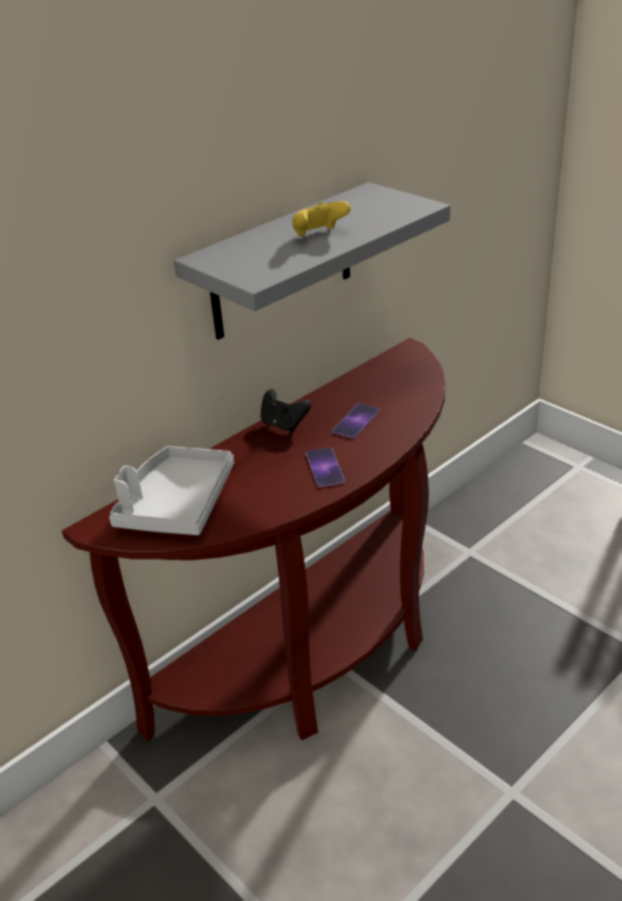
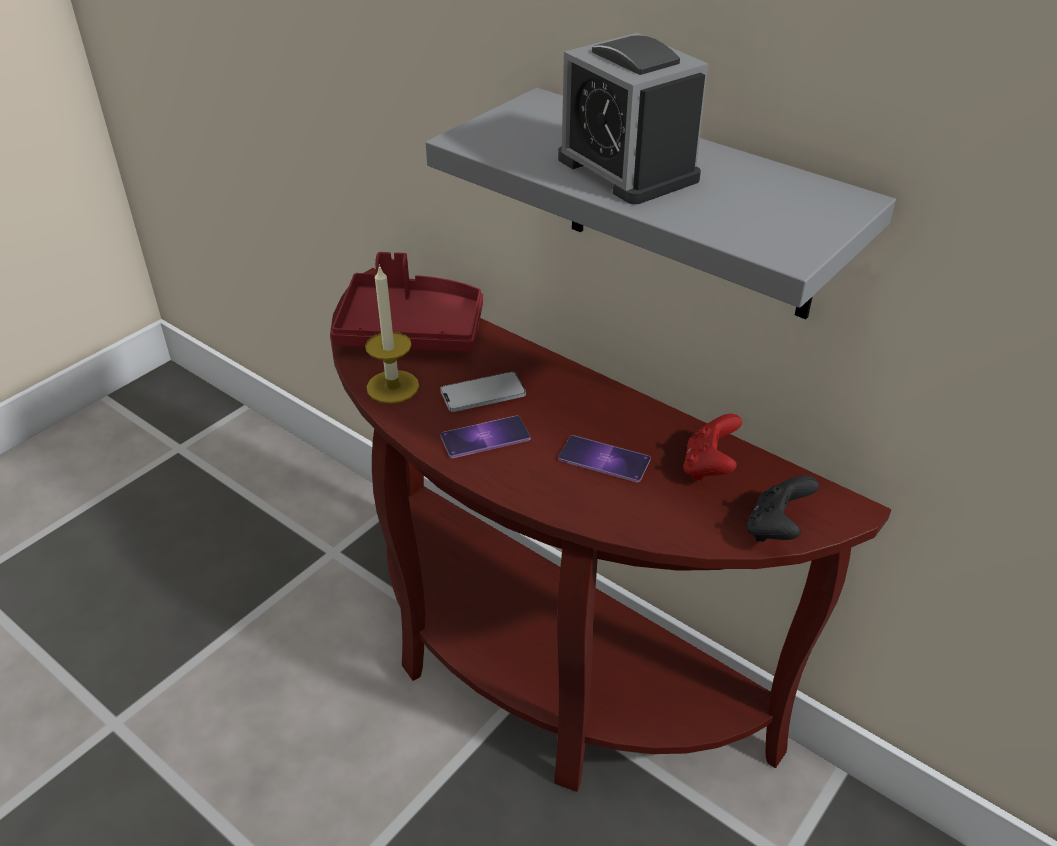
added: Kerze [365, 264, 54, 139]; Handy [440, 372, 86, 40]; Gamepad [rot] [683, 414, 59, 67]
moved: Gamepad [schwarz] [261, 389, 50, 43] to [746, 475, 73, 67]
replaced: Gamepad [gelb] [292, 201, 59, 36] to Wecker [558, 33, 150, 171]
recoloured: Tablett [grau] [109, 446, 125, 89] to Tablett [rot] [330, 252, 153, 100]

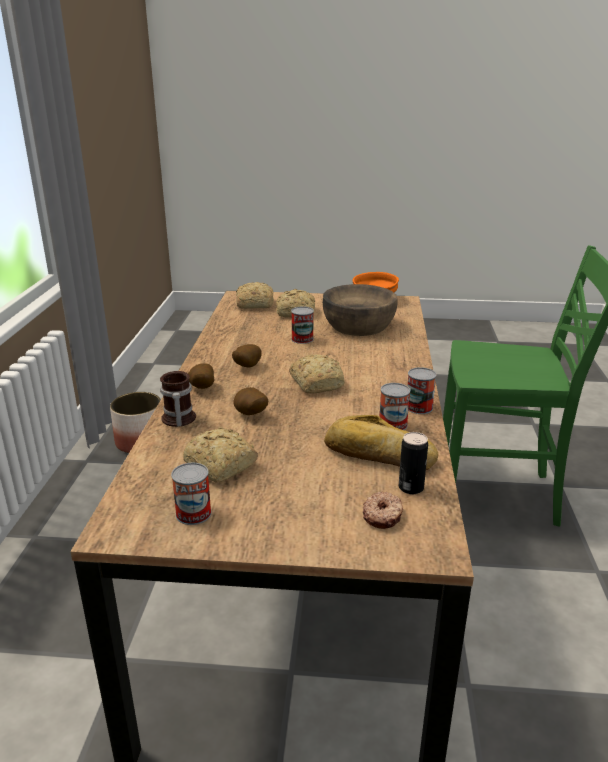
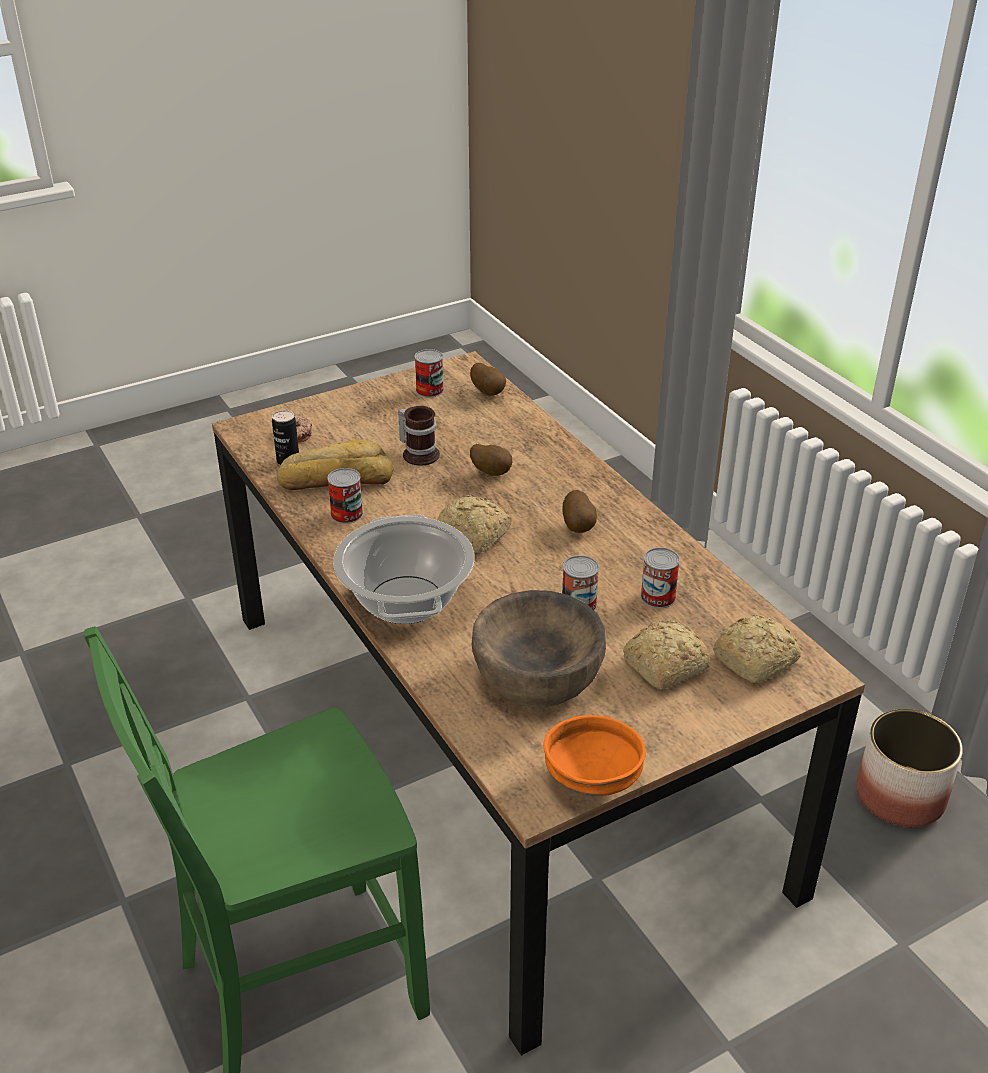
removed: Brot [183, 427, 75, 55]
added: Kochtopf [333, 515, 142, 109]
moved: Henkelbecher [160, 371, 36, 56] to [398, 406, 42, 59]; Kartoffel [188, 363, 26, 26] to [470, 363, 36, 33]; Dose [408, 367, 29, 47] to [640, 547, 40, 61]

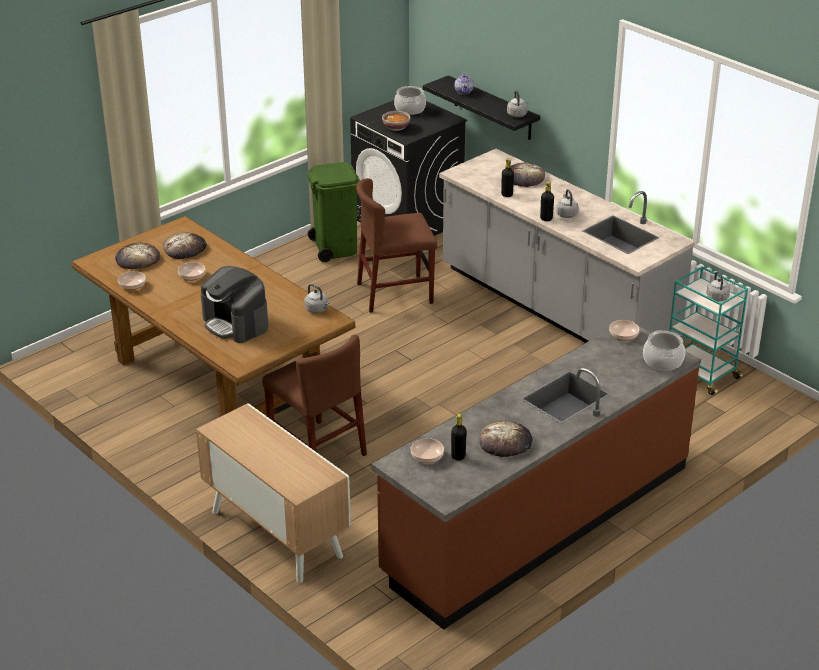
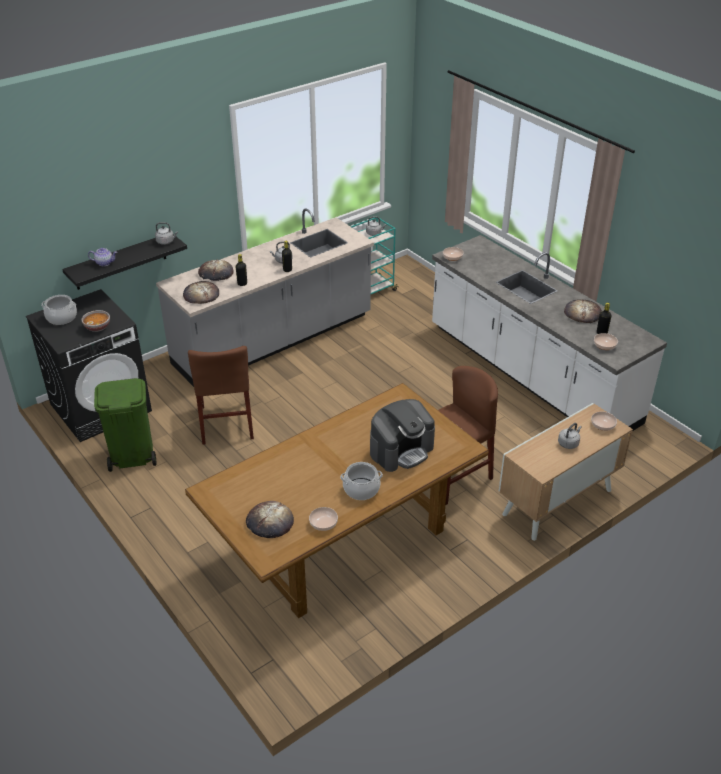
moved: Brot [163, 232, 44, 27] to [183, 281, 36, 23]; Schüssel [178, 262, 28, 19] to [591, 412, 26, 19]; Wasserkessel [grau] [304, 284, 25, 29] to [558, 423, 24, 26]; Kochtopf [643, 330, 42, 41] to [340, 462, 43, 38]
recoloured: Küchenzeile [braun] [371, 327, 330, 303] to Küchenzeile [weiß] [432, 235, 235, 196]

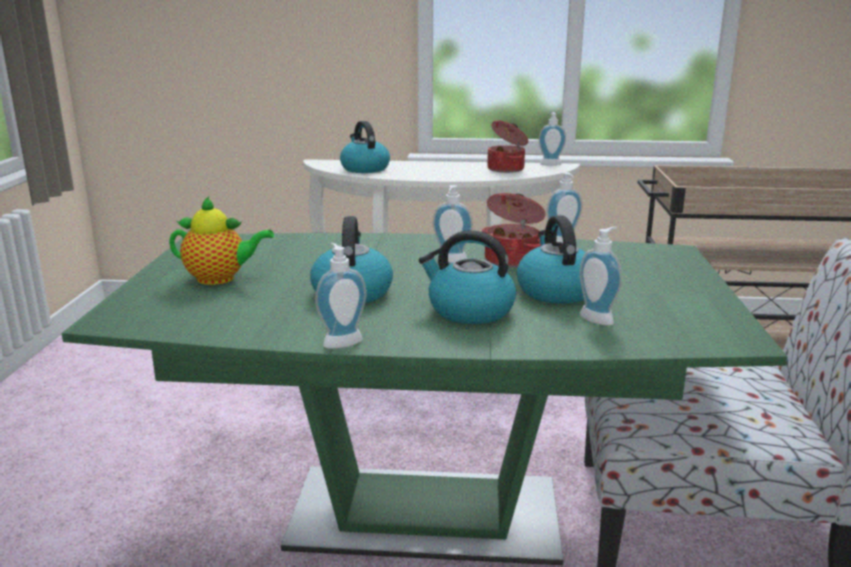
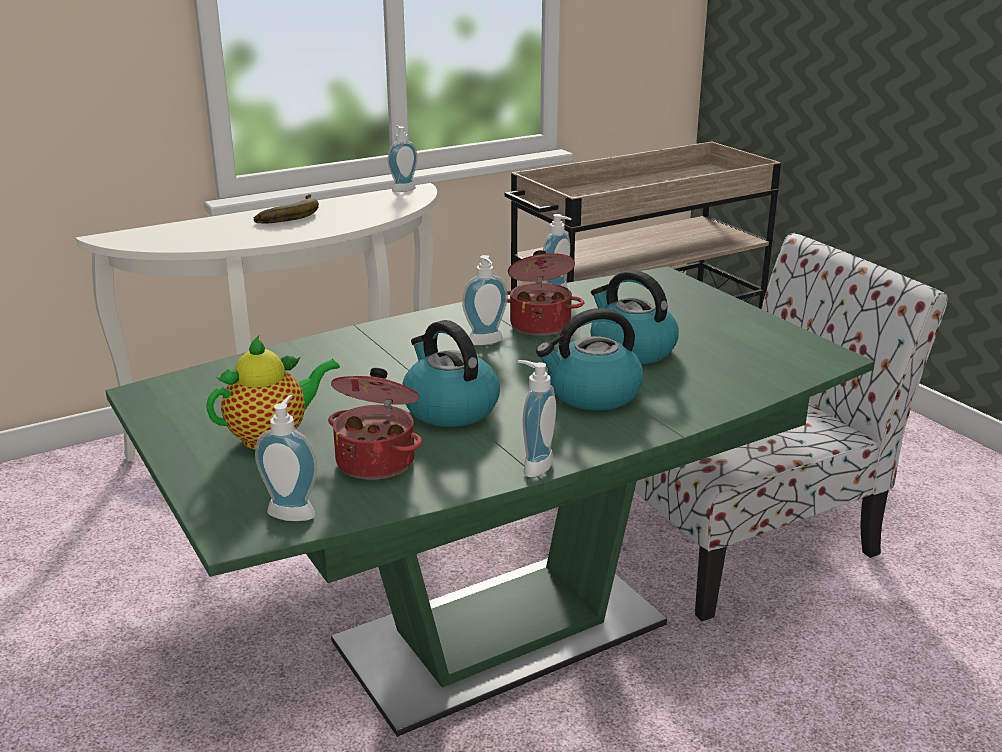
removed: Wasserkessel [340, 121, 50, 52]
added: Banane [253, 194, 66, 30]
moved: Kochtopf [487, 120, 41, 53] to [328, 368, 94, 112]; Seifenspender [580, 227, 42, 99] to [255, 395, 62, 126]

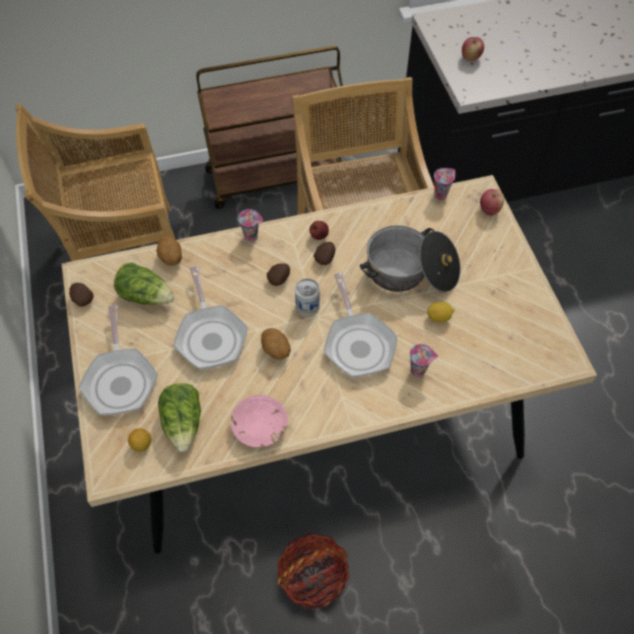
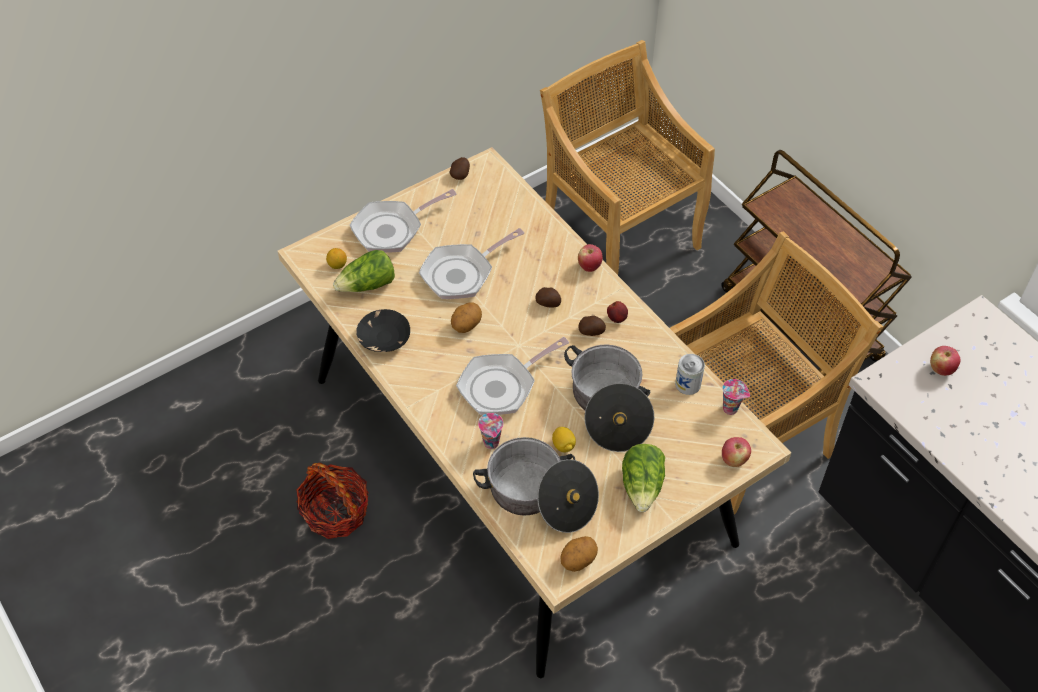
added: Kochtopf [473, 437, 126, 96]
moved: Salatkopf [114, 262, 60, 43] to [622, 444, 43, 68]; Kartoffel [157, 236, 25, 30] to [561, 536, 37, 36]; Dose [295, 279, 25, 38] to [675, 354, 30, 41]
replaced: Tasse [238, 209, 25, 33] to Apfel [578, 244, 25, 28]
recoloured: Schüssel [rosa] [231, 395, 57, 53] to Schüssel [schwarz] [356, 309, 54, 43]

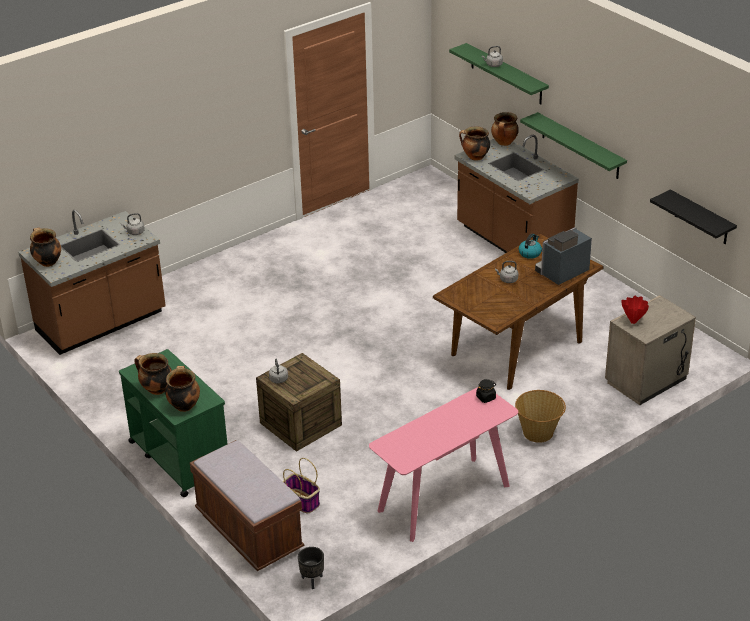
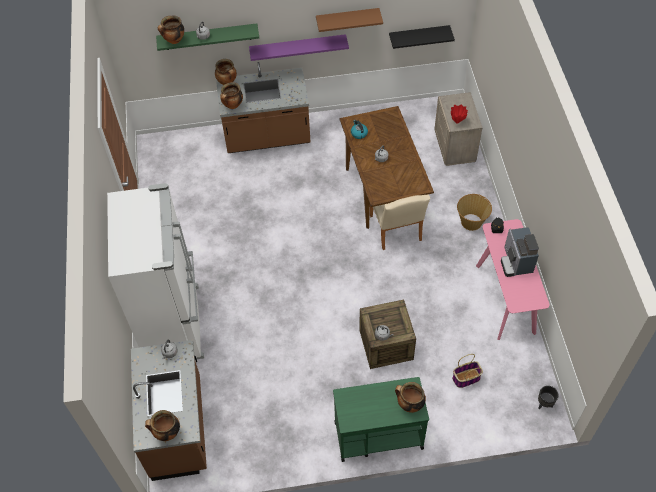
removed: Bank [braun] [190, 440, 114, 131]
added: Kühlschrank [weiß] [107, 183, 97, 176]; Wandregal [braun] [316, 8, 67, 24]; Stuhl [beige] [370, 194, 60, 56]
moved: Kochtopf [134, 353, 38, 42] to [158, 16, 26, 28]; Kaffeemaschine [535, 227, 57, 58] to [501, 227, 38, 50]
recoloured: Wandregal [grün] [520, 112, 107, 67] to Wandregal [lila] [249, 34, 100, 27]

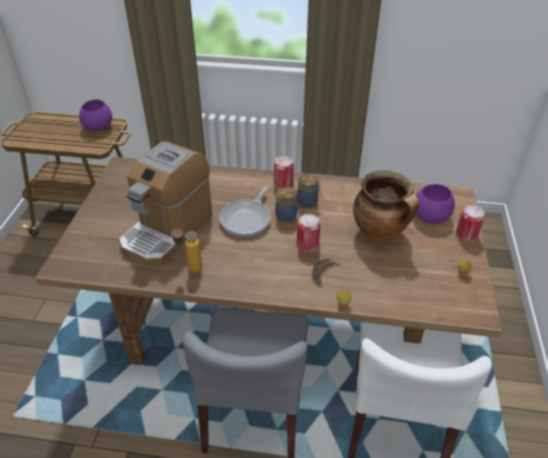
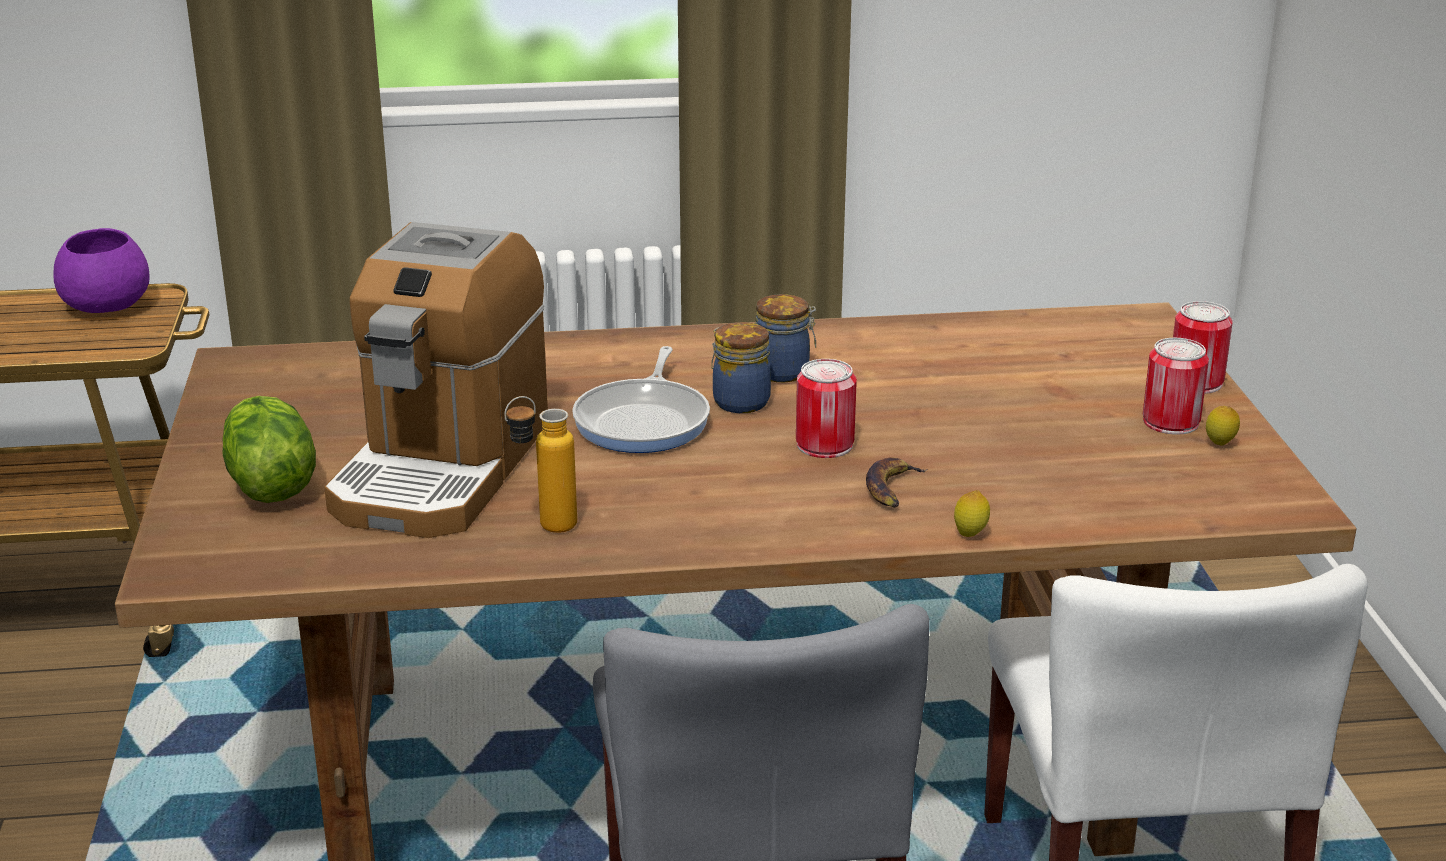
removed: Kochtopf [353, 170, 67, 72]; Schüssel [lila] [415, 184, 40, 40]
added: Salatkopf [222, 396, 94, 107]
moved: Dose [274, 156, 20, 33] to [1143, 338, 66, 97]

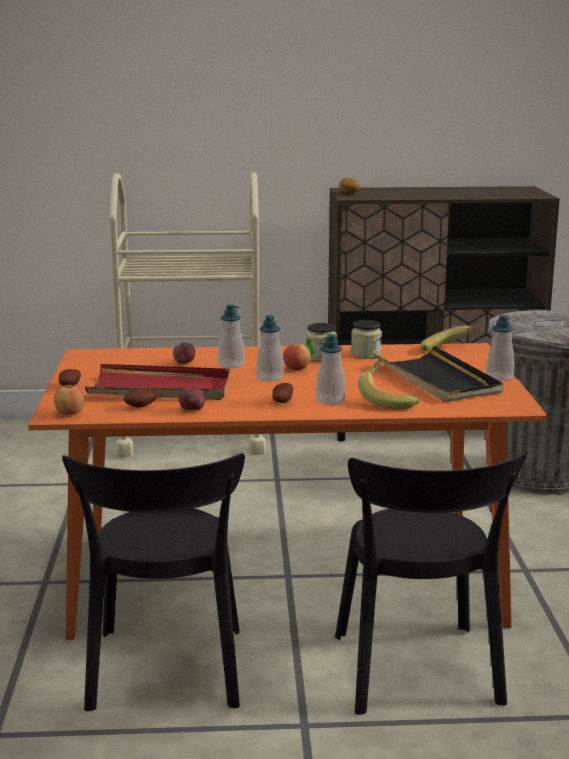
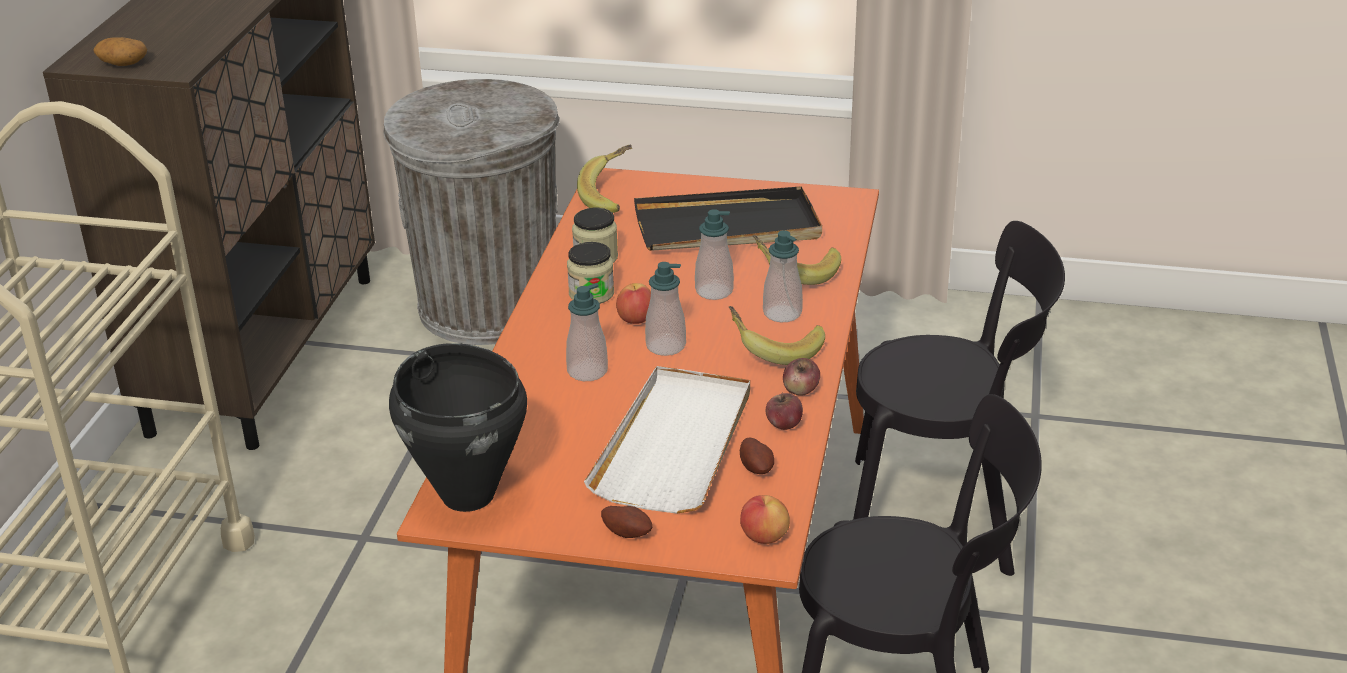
added: Kochtopf [schwarz] [389, 343, 138, 169]
moved: Apfel [173, 341, 22, 23] to [783, 358, 37, 38]; Seifenspender [486, 315, 28, 66] to [695, 209, 39, 91]
replaced: Kartoffel [272, 383, 21, 20] to Banane [729, 306, 96, 59]
recoloured: Tablett [rot] [85, 364, 145, 36] to Tablett [weiß] [584, 366, 166, 148]

